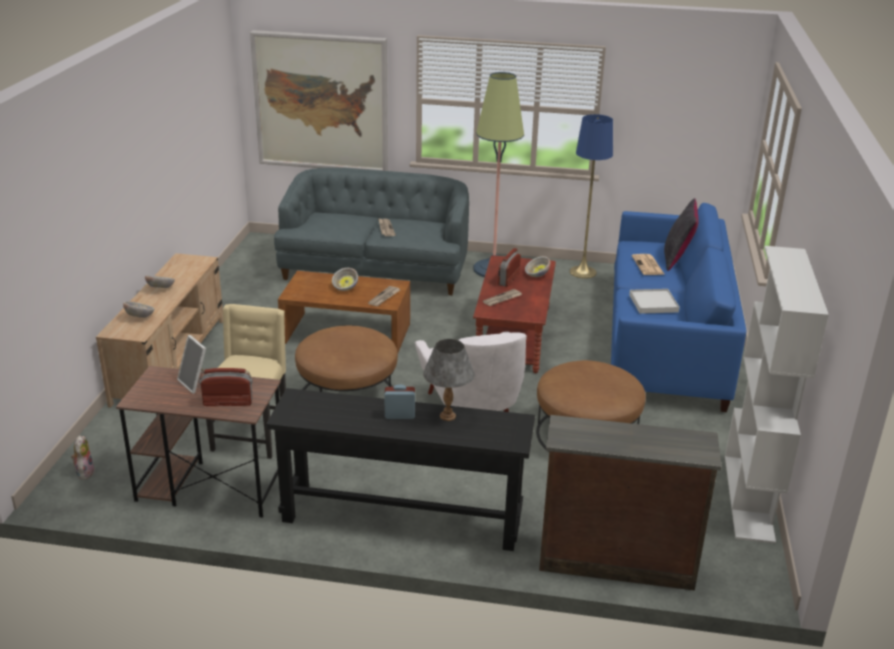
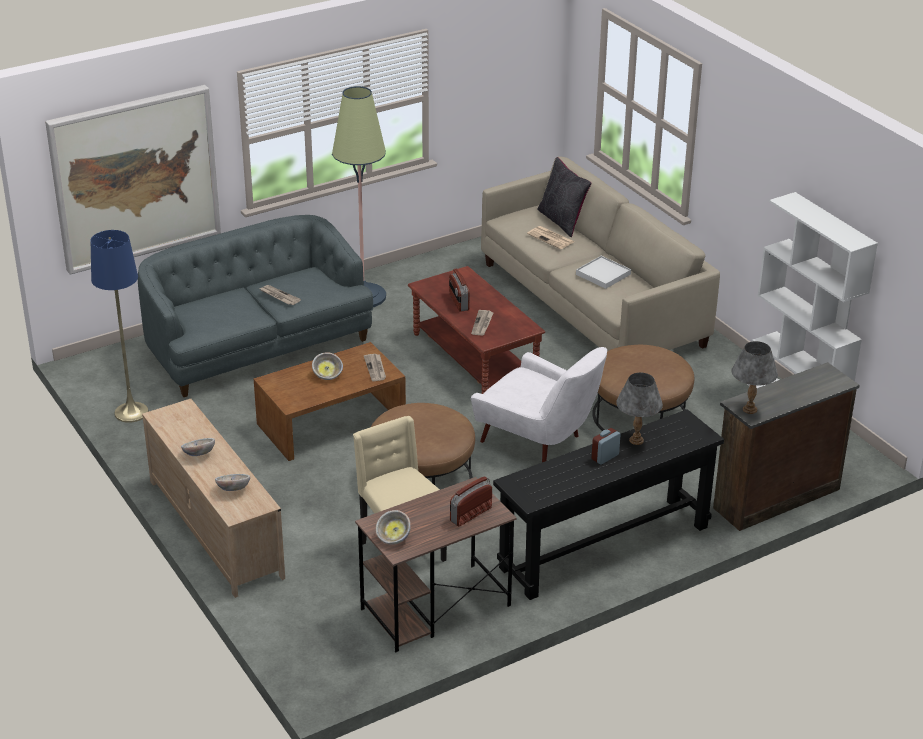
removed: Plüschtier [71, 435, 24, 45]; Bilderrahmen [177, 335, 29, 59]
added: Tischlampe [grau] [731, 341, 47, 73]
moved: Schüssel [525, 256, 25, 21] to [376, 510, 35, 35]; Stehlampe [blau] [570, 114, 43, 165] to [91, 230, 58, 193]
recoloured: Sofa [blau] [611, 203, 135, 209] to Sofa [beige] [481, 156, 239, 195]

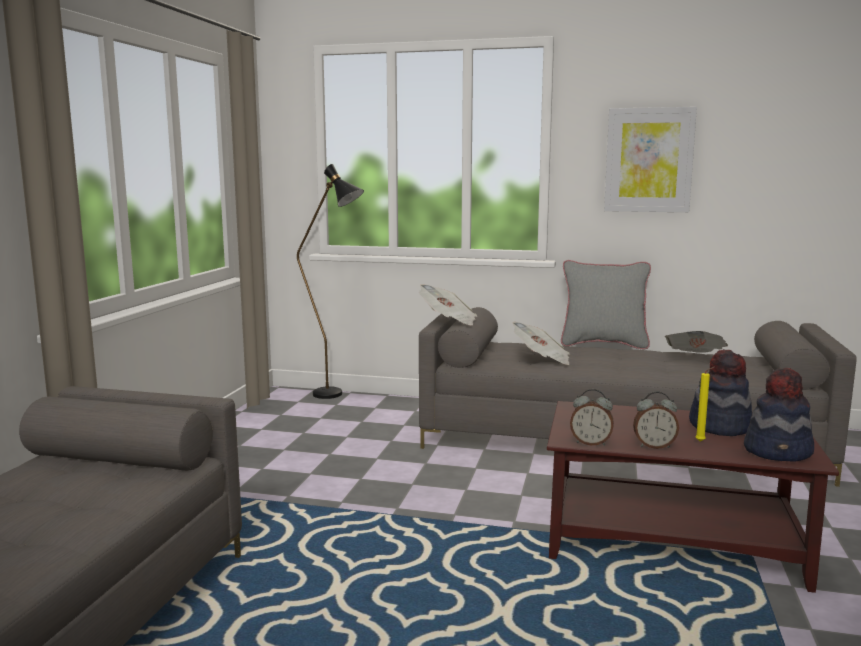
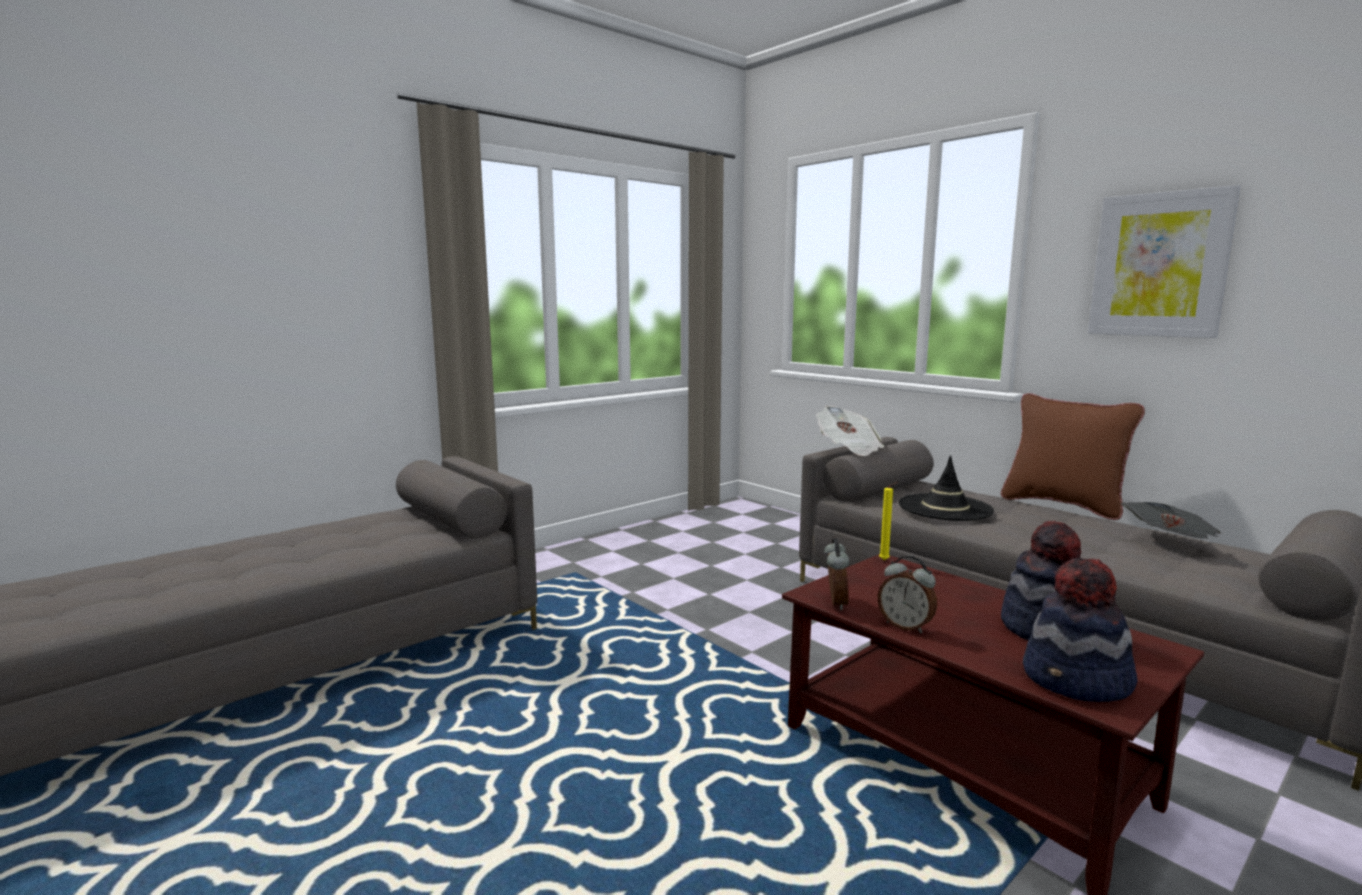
removed: Stehlampe [schwarz] [297, 164, 67, 235]
moved: Kerze [gelb] [696, 367, 18, 75] to [879, 482, 19, 78]
replaced: Zeitung [512, 322, 58, 43] to Hut [schwarz] [898, 455, 96, 66]
recoloured: Kissen [grau] [561, 260, 90, 89] to Kissen [braun] [1001, 393, 144, 127]
turned: Wecker [570, 389, 44, 57] = [824, 537, 25, 73] 135 degrees counterclockwise

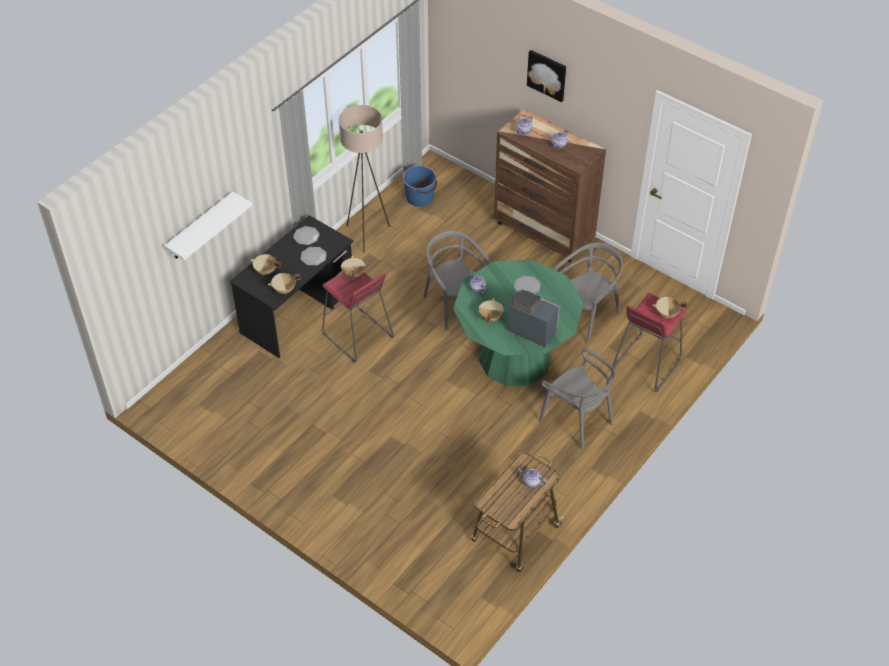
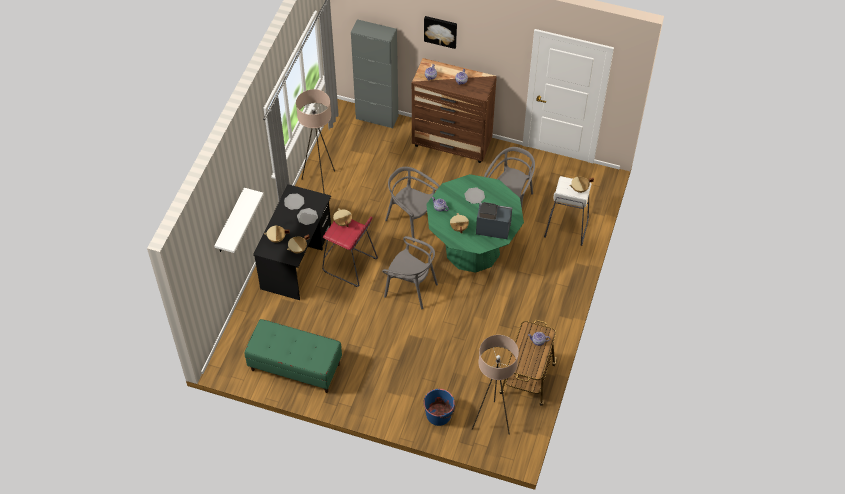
added: Bank [grün] [245, 319, 97, 74]; Schrank [grau] [351, 19, 47, 110]; Stehlampe [beige] [472, 335, 47, 100]
moved: Eimer [blau] [403, 165, 34, 42] to [424, 389, 31, 37]; Stuhl [grau] [539, 348, 77, 101] to [382, 236, 56, 73]
recoloured: Hocker [rot] [612, 293, 74, 99] to Hocker [weiß] [544, 176, 47, 70]

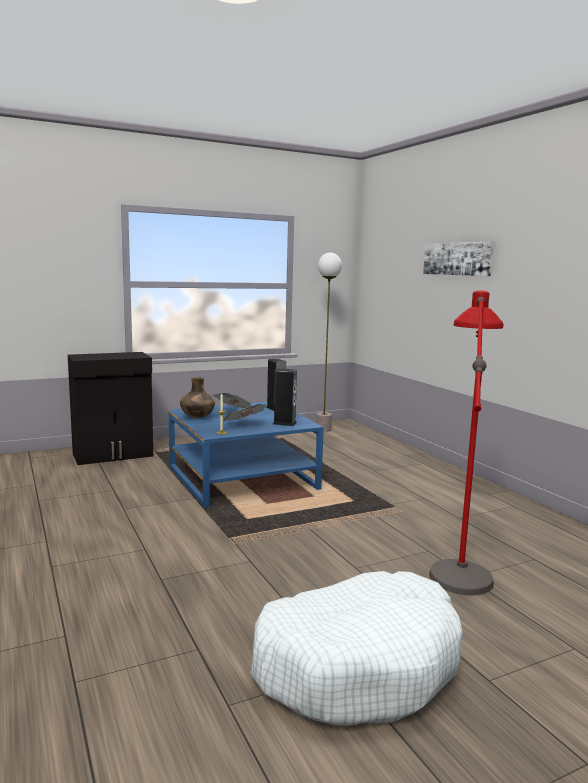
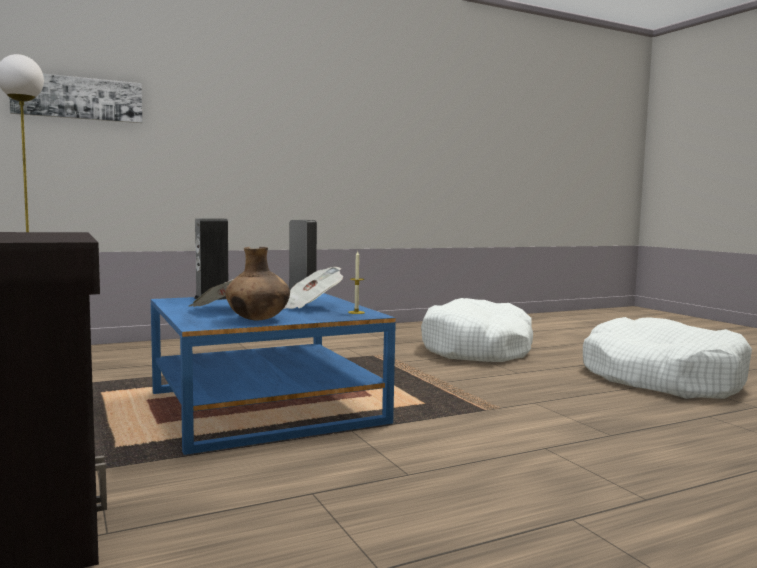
moved: Bild [423, 242, 71, 34] to [9, 74, 133, 49]
replaced: Stehlampe [rot] [429, 290, 74, 305] to Hundebett [weiß] [421, 298, 112, 64]

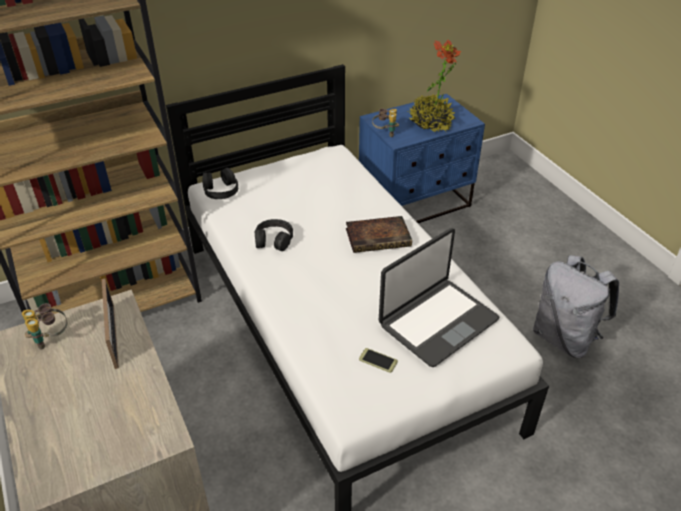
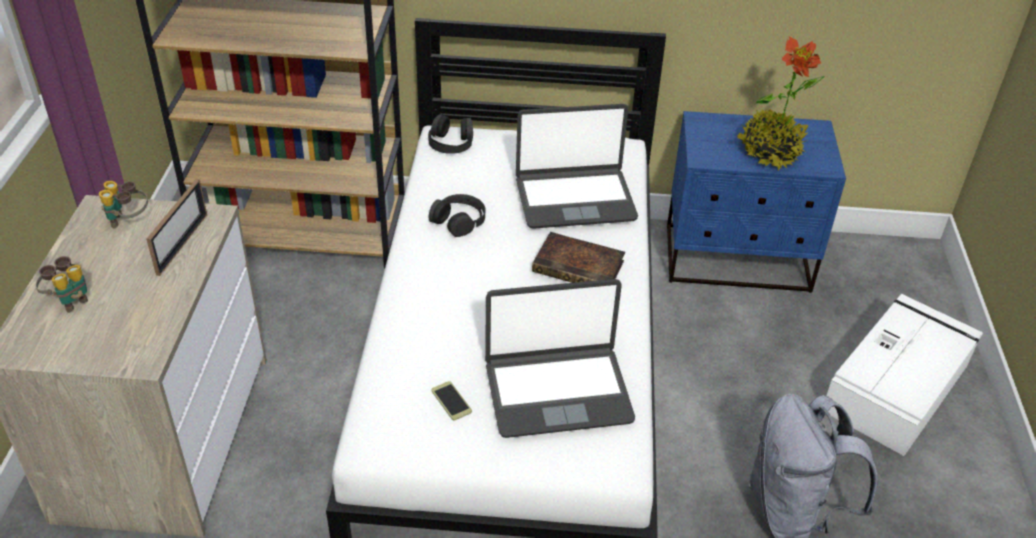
added: Laptop [516, 104, 122, 125]; Aufbewahrungsbox [weiß] [826, 294, 157, 162]
moved: Fernglas [372, 108, 27, 29] to [36, 256, 52, 57]

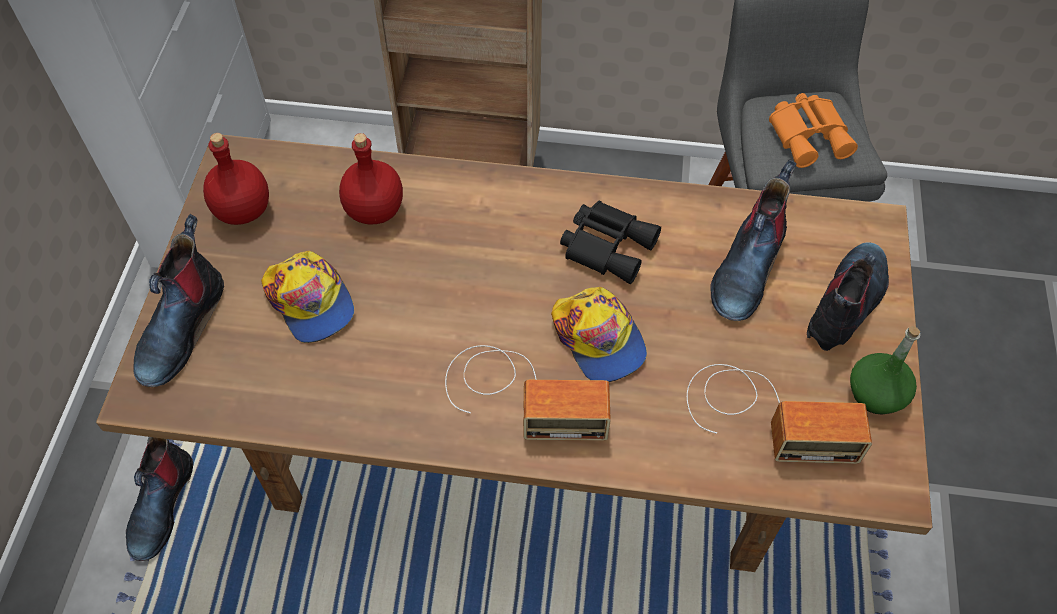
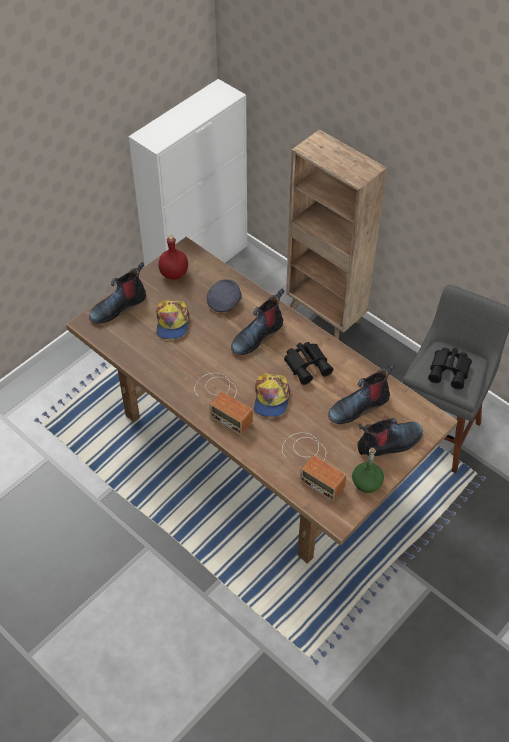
moved: Stiefel [126, 437, 67, 124] to [231, 288, 53, 67]
replaced: Flasche [rot] [339, 133, 64, 92] to Kappe [grau] [207, 279, 35, 33]
recoloured: Fernglas [orange] [769, 93, 89, 75] to Fernglas [schwarz] [428, 348, 44, 42]

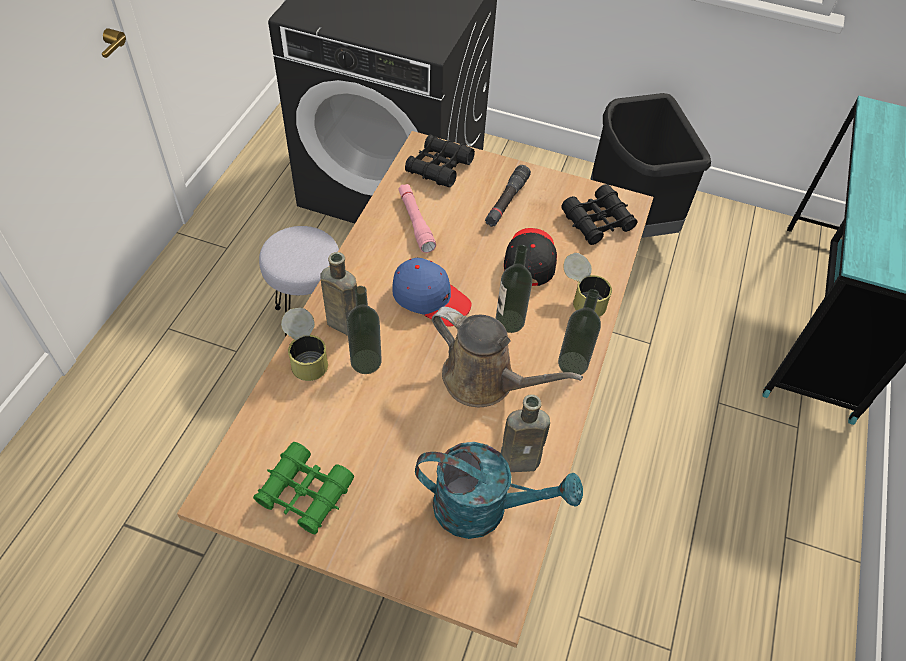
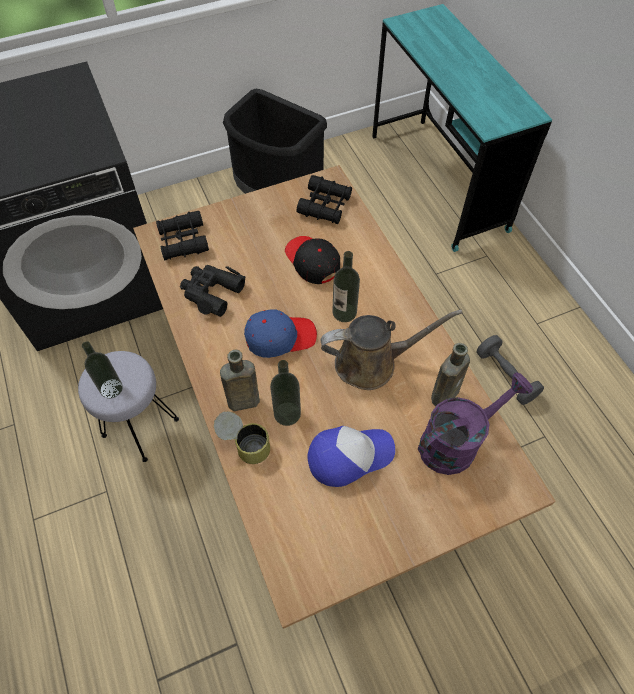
removed: Fernglas [grün] [253, 442, 101, 93]; Taschenlampe [schwarz] [485, 165, 46, 62]; Dose [563, 253, 49, 64]
added: Kappe [307, 426, 88, 61]; Hantel [grau] [477, 335, 67, 70]
moved: Flasche [558, 289, 43, 86] to [82, 341, 41, 58]
replaced: Taschenlampe [rosa] [398, 184, 38, 69] to Fernglas [schwarz] [180, 265, 65, 52]
recoloured: Gießkanne [türkis] [415, 442, 168, 97] to Gießkanne [lila] [418, 372, 115, 103]

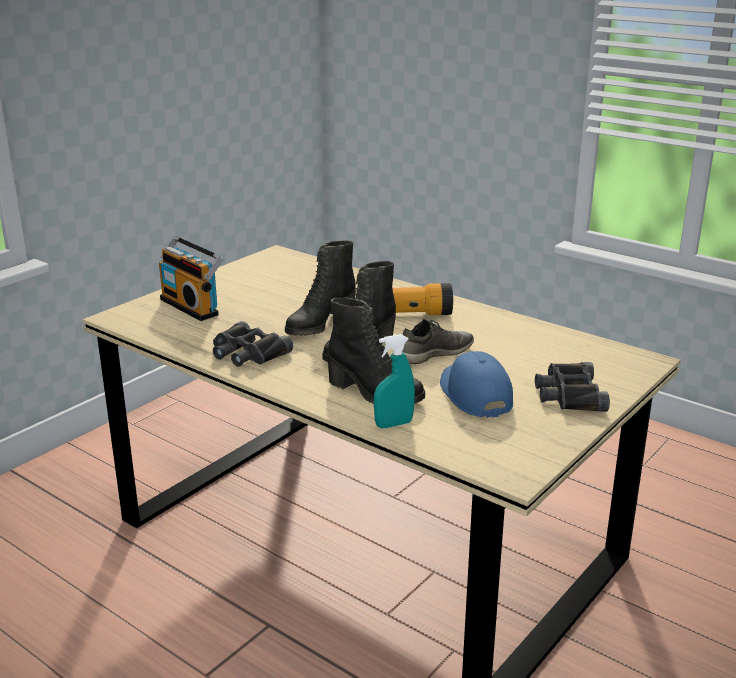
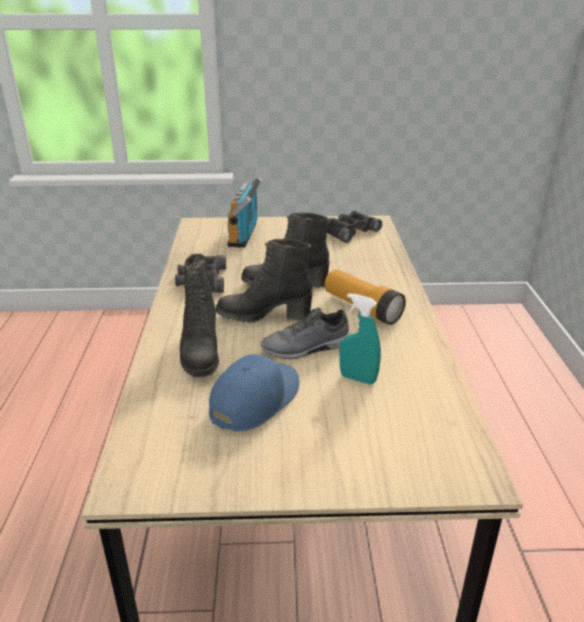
moved: Sprühflasche [türkis] [374, 334, 41, 94] to [339, 293, 42, 91]; Fernglas [schwarz] [535, 362, 75, 50] to [327, 211, 55, 32]
turned: Schuh [grau] [402, 319, 72, 45] = [260, 307, 91, 52] 150 degrees clockwise

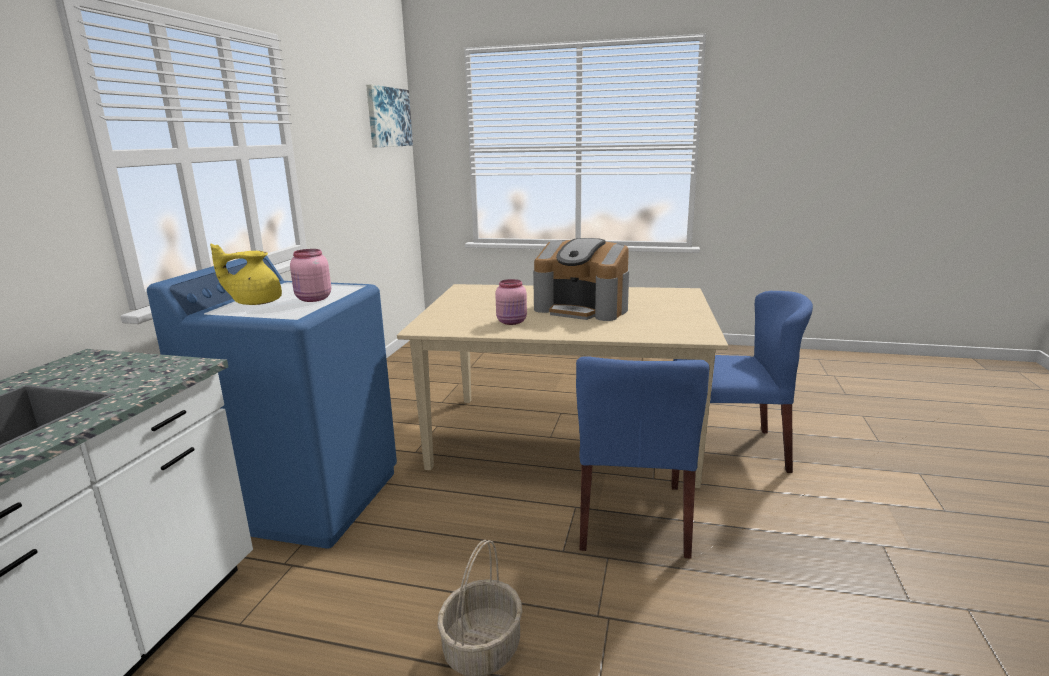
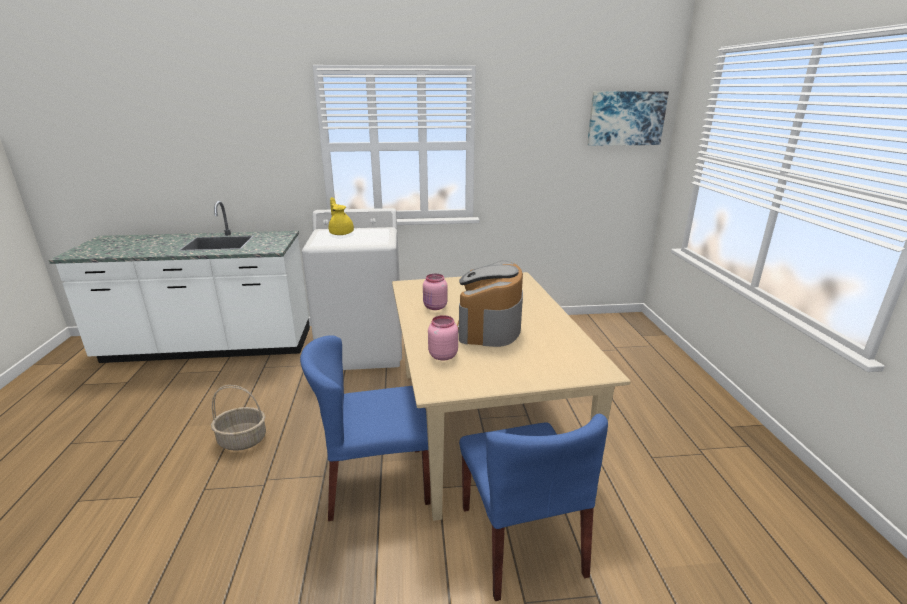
moved: Vorratsglas [rosa] [290, 249, 41, 53] to [428, 315, 30, 45]
recoloured: Waschmaschine [blau] [147, 256, 250, 293] to Waschmaschine [weiß] [302, 208, 100, 162]

